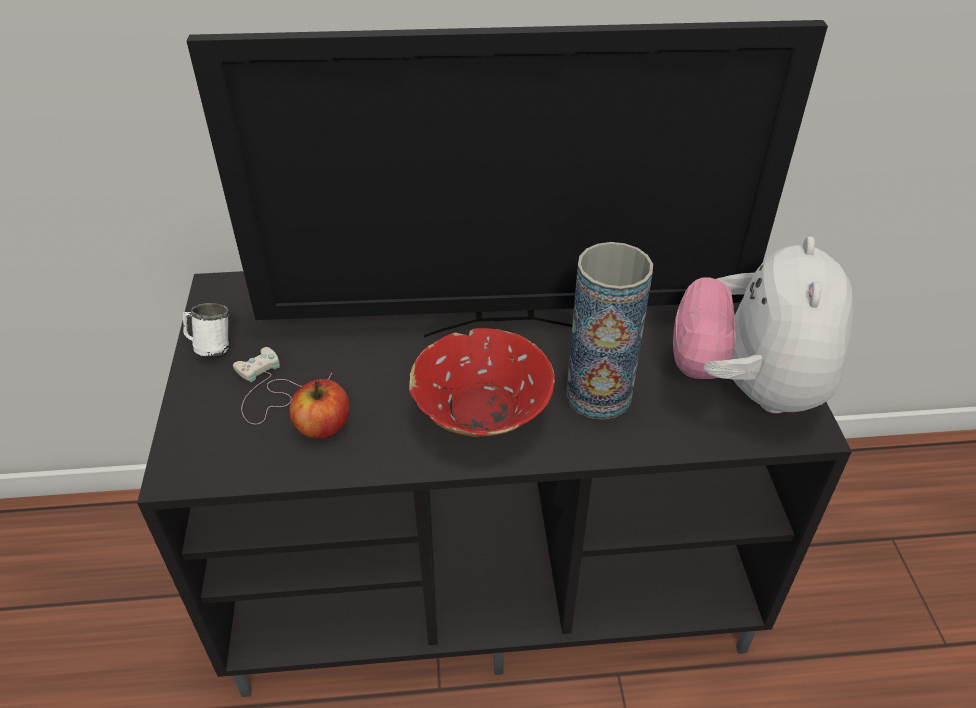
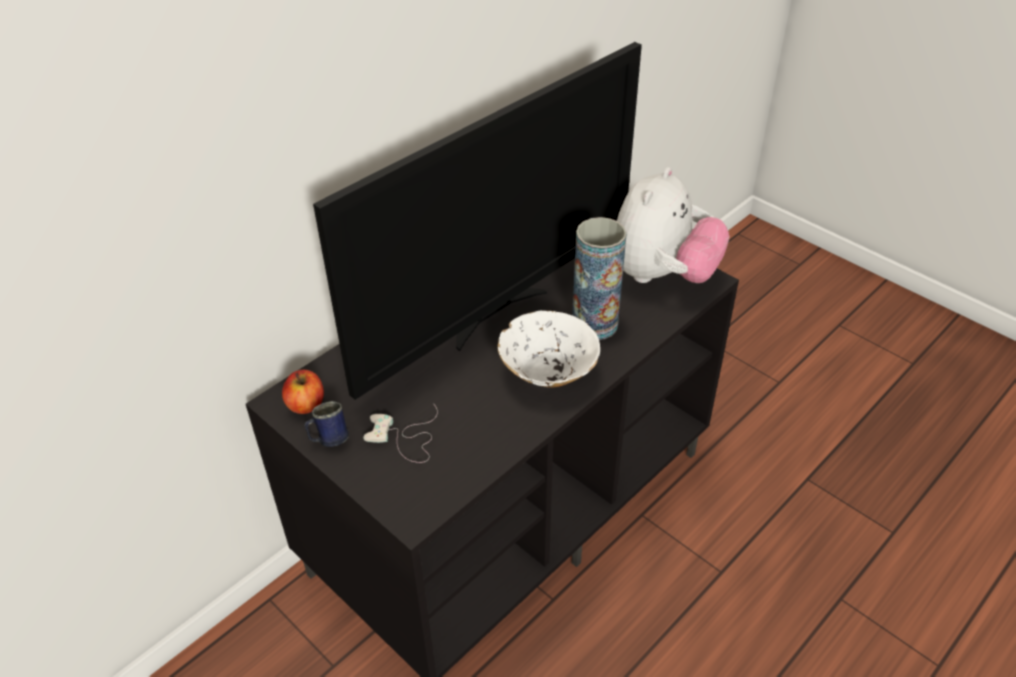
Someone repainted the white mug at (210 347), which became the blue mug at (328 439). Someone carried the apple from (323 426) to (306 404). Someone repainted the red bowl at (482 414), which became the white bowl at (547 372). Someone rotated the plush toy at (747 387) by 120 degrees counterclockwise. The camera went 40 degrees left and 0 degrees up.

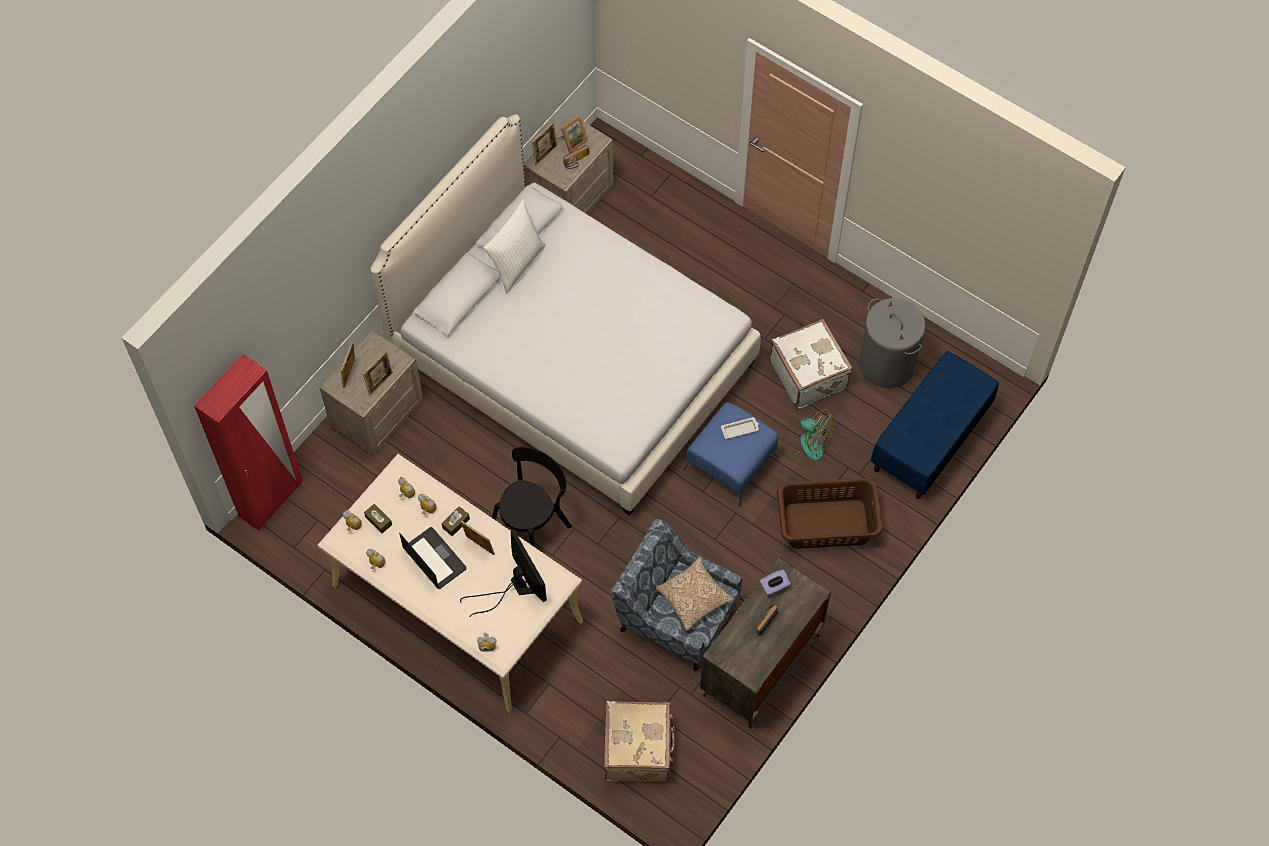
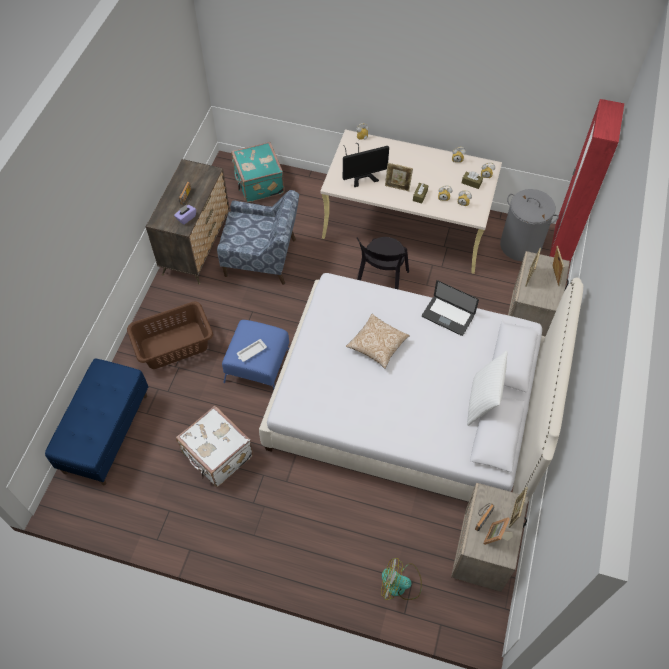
Someone carried the laptop from (434 559) to (447 316). Someone rotated the monitor at (515 586) by 60 degrees counterclockwise. Someone repainted the beige suitcase at (639 749), which became the turquoise suitcase at (258 184). Someone carried the pillow from (693 598) to (377 345). Someone carried the fan from (805 442) to (400 584). Someone carried the grey laundry basket from (886 364) to (520 245). The camera went 160 degrees right and 5 degrees down.

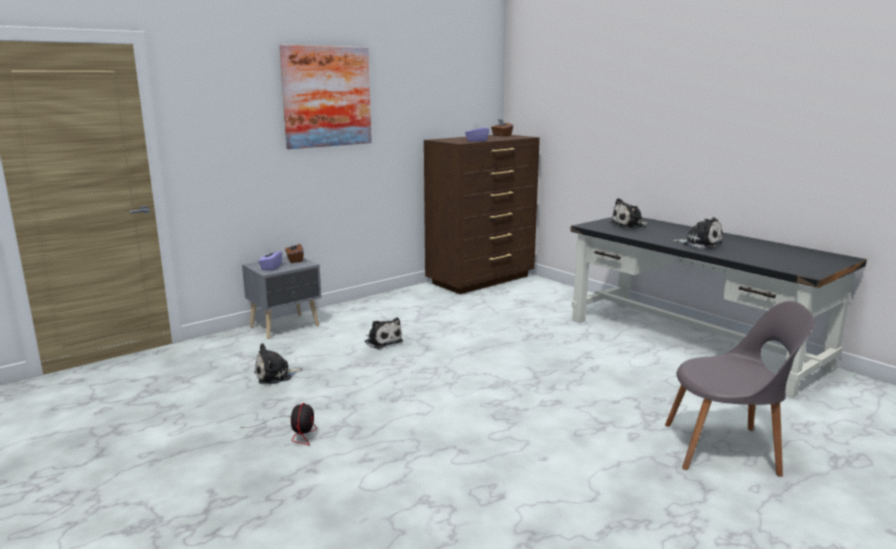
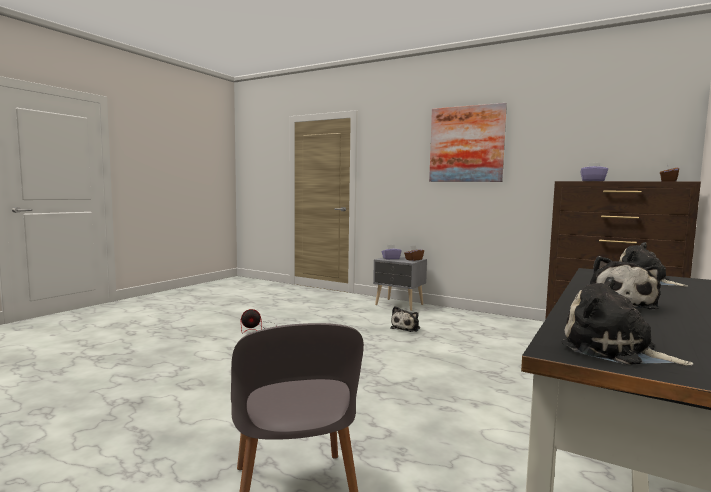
Someone carried the plush toy from (275 376) to (614 350). The camera went 70 degrees right and 10 degrees down.

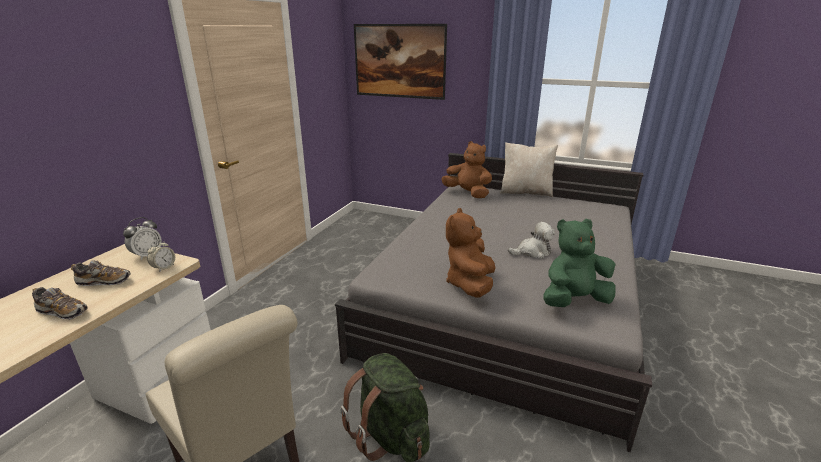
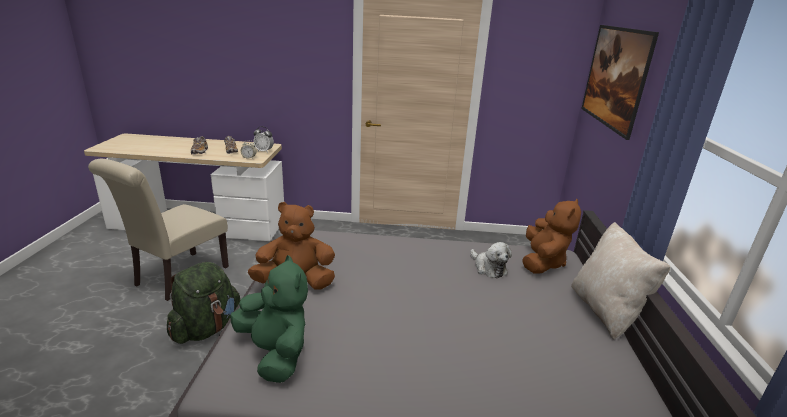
Someone carried the plush toy from (532 252) to (488 268). The camera went 70 degrees right and 0 degrees up.

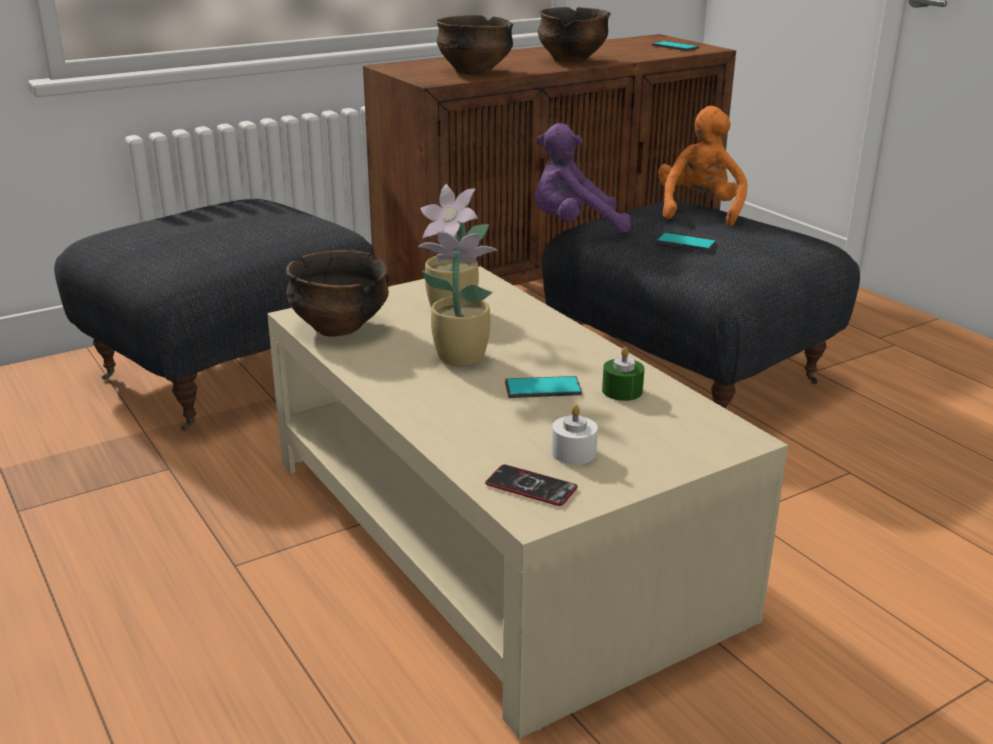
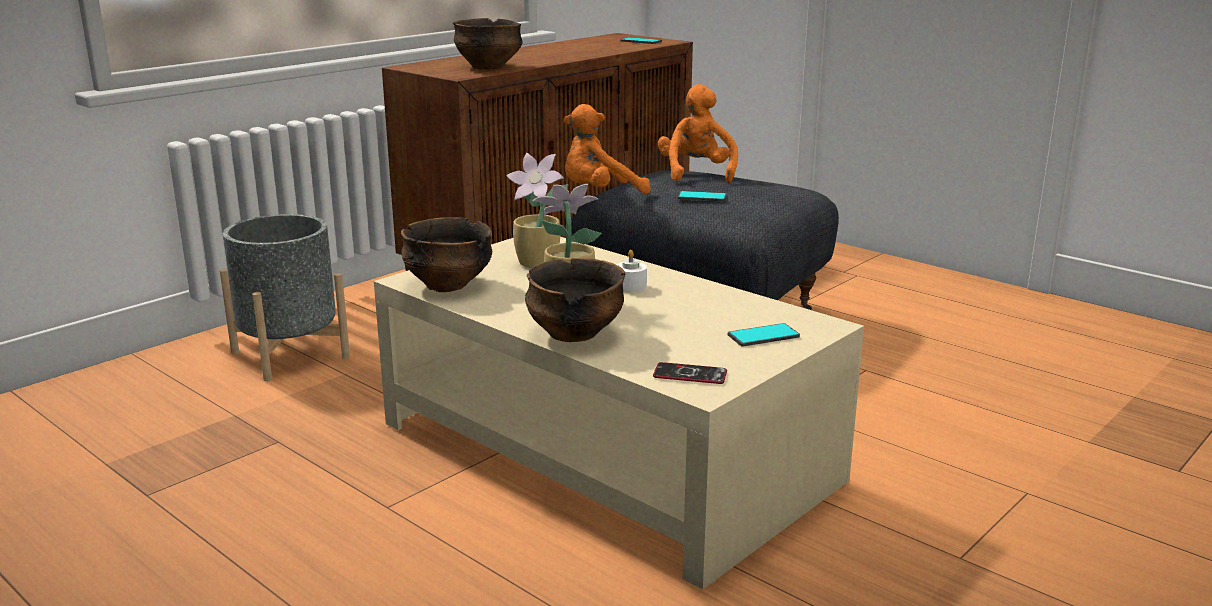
Someone swapped the grey ottoman at (231 368) for the grey planter at (290 355). Someone carried the phone from (543 388) to (763 336). Someone repainted the purple plush toy at (574 227), which became the orange plush toy at (600 194). Someone carried the bowl from (571 60) to (574 334). Someone carried the white candle from (573 452) to (630 286). Someone took away the green candle at (622 391). The camera went 15 degrees left and 5 degrees down.

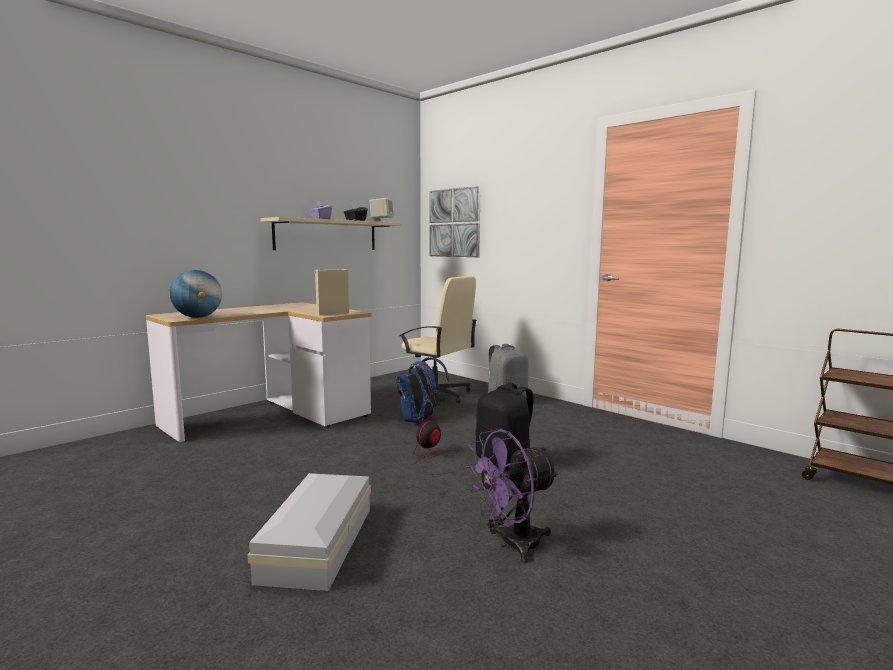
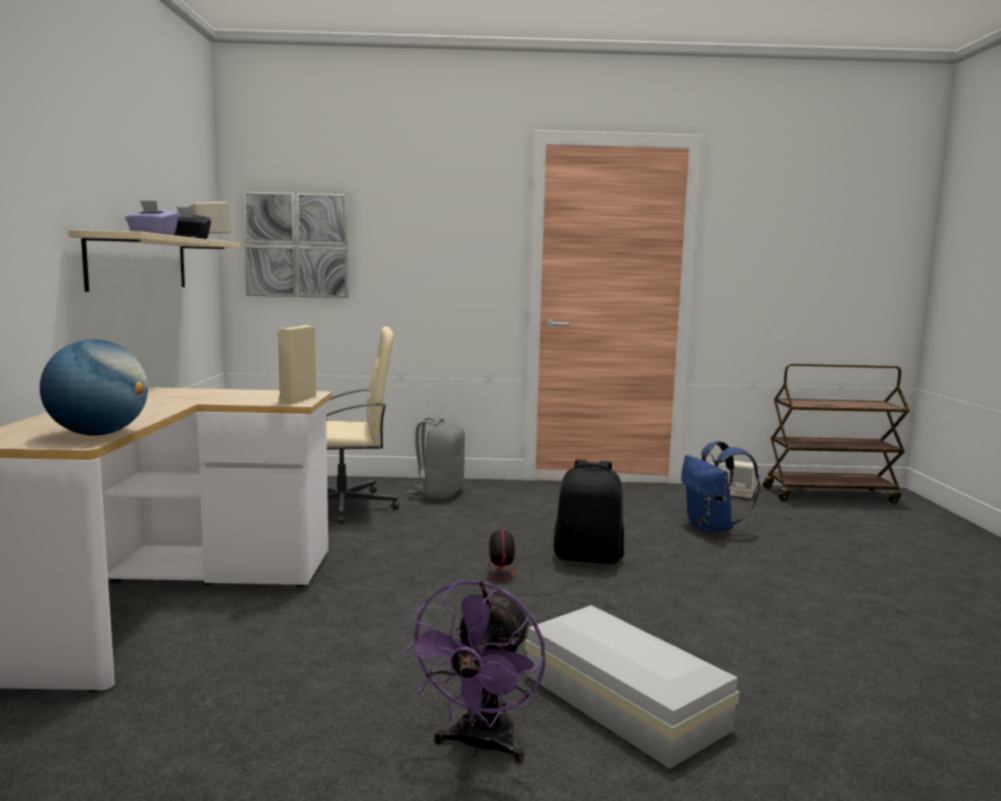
Someone carried the blue backpack from (420 421) to (712 528). Someone carried the purple fan from (511 544) to (480 746). Someone put down the beige speaker at (741 494). The camera went 45 degrees left and 0 degrees up.

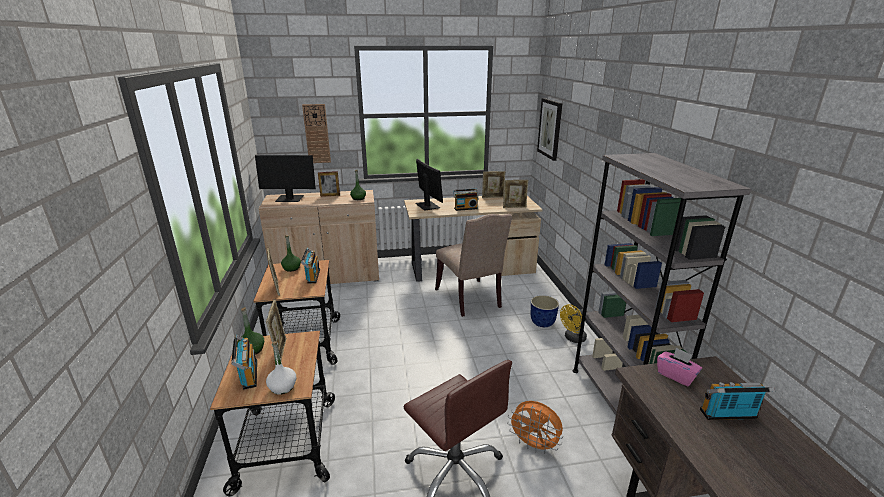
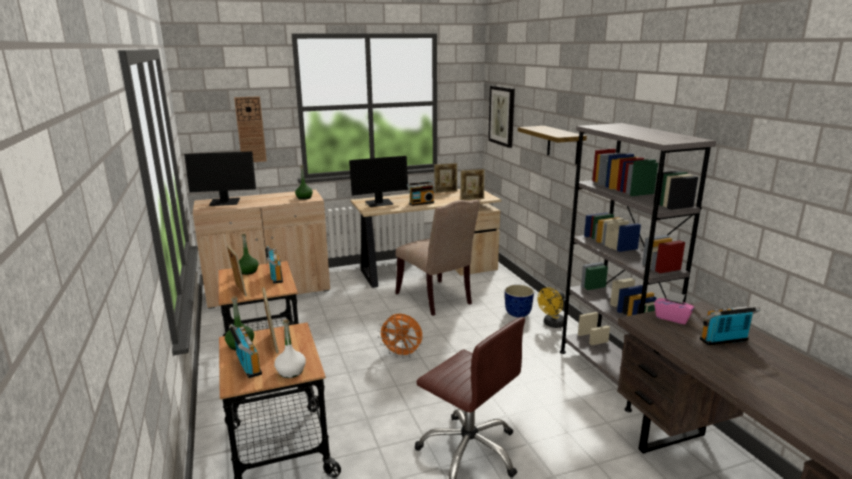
Someone took away the picture frame at (330 195). Someone rotated the monitor at (427 206) by 105 degrees clockwise. Someone carried the orange fan from (534 445) to (402 354). Someone put up the shelf at (563 145). The camera went 10 degrees left and 5 degrees down.

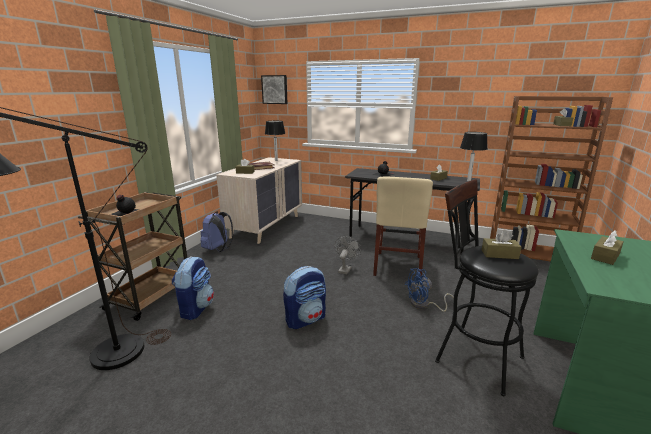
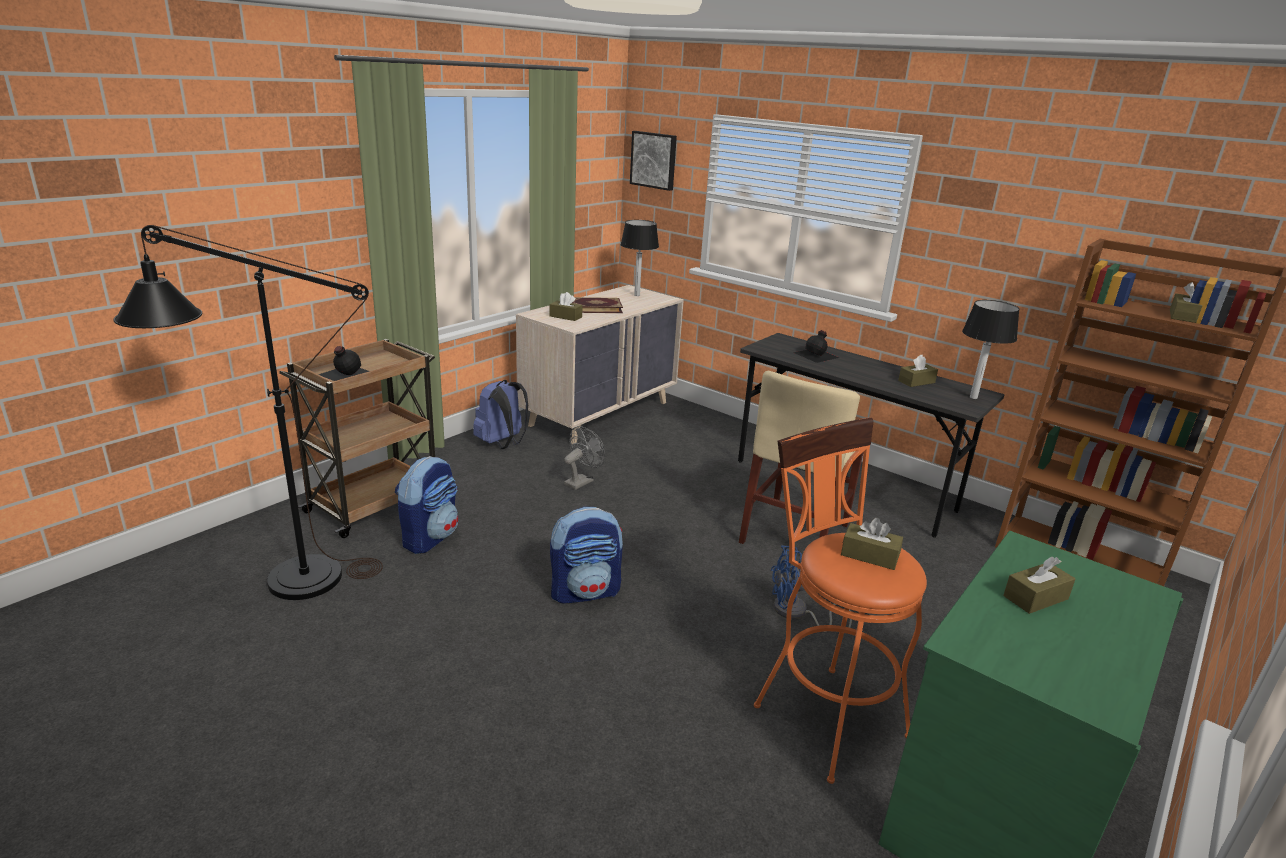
Someone carried the grey fan from (345 269) to (581 481). Someone repainted the black stool at (471 355), which became the orange stool at (821 712). The camera went 15 degrees right and 5 degrees up.

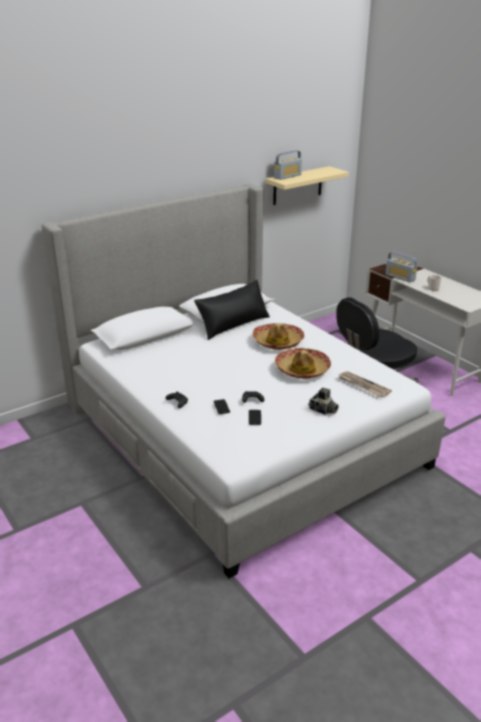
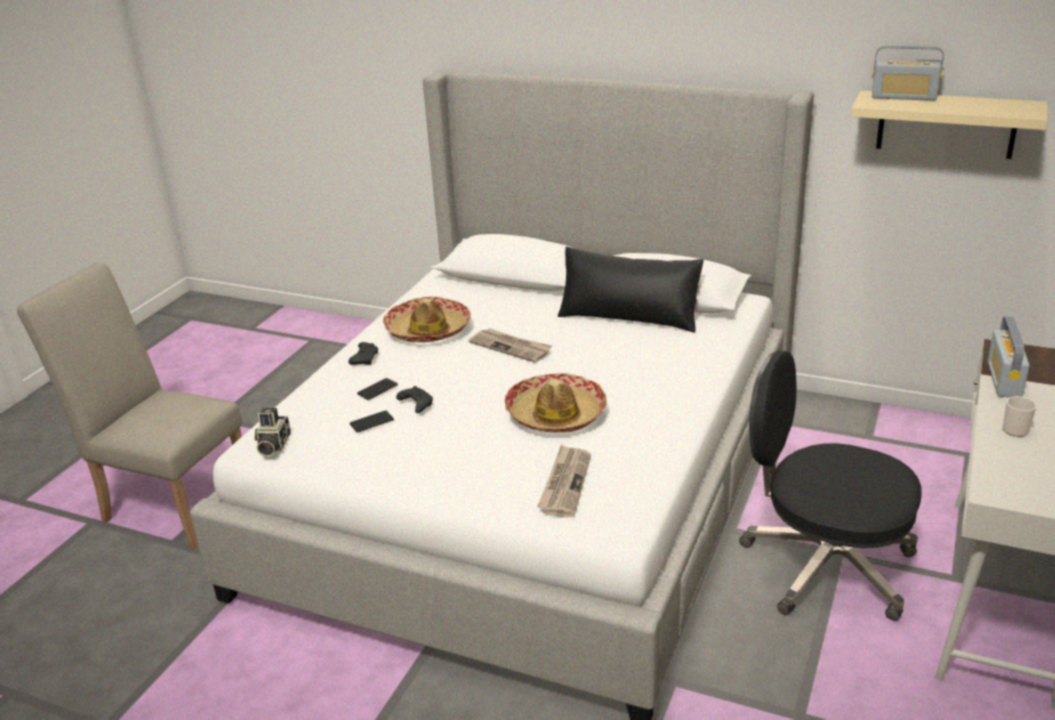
Someone carried the hat from (278 342) to (428 330). Someone carried the photo camera from (323 410) to (272 445). Someone put down the beige chair at (171 503). Someone put down the newspaper at (511 347). The camera went 60 degrees right and 0 degrees up.

